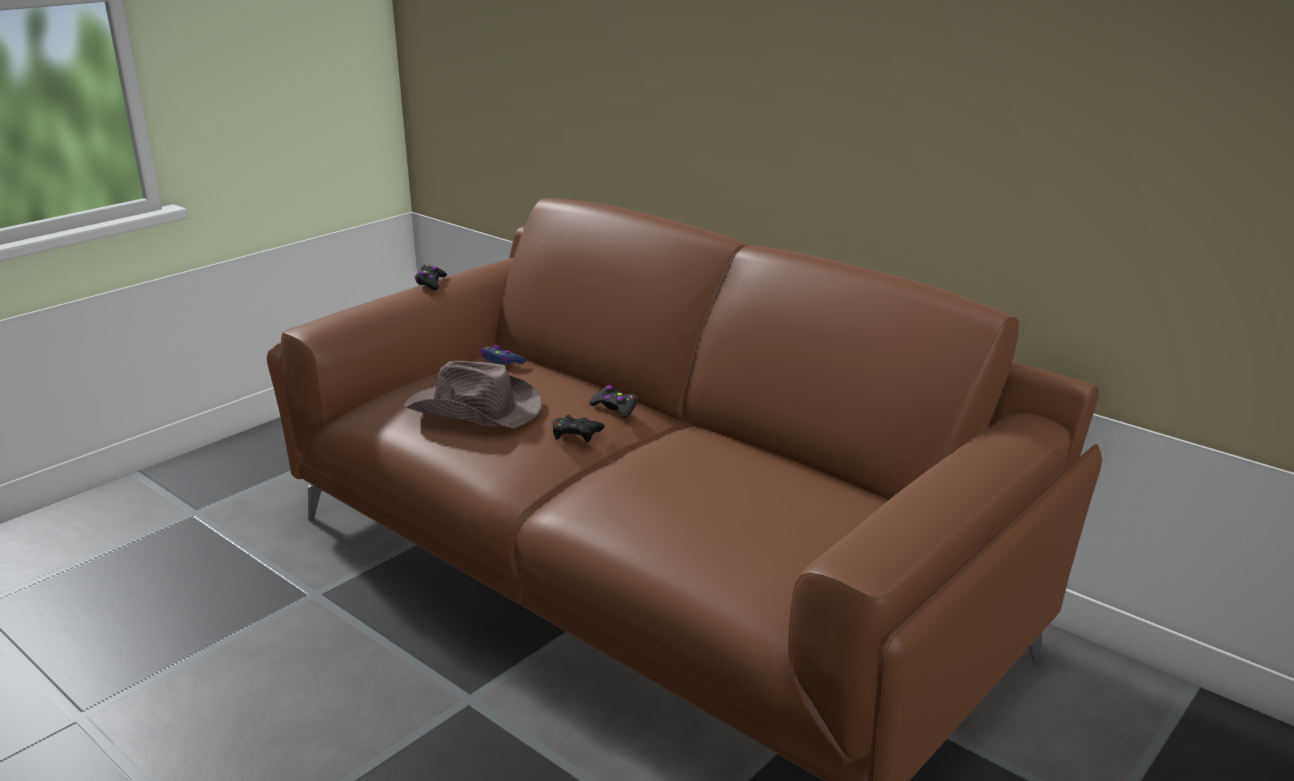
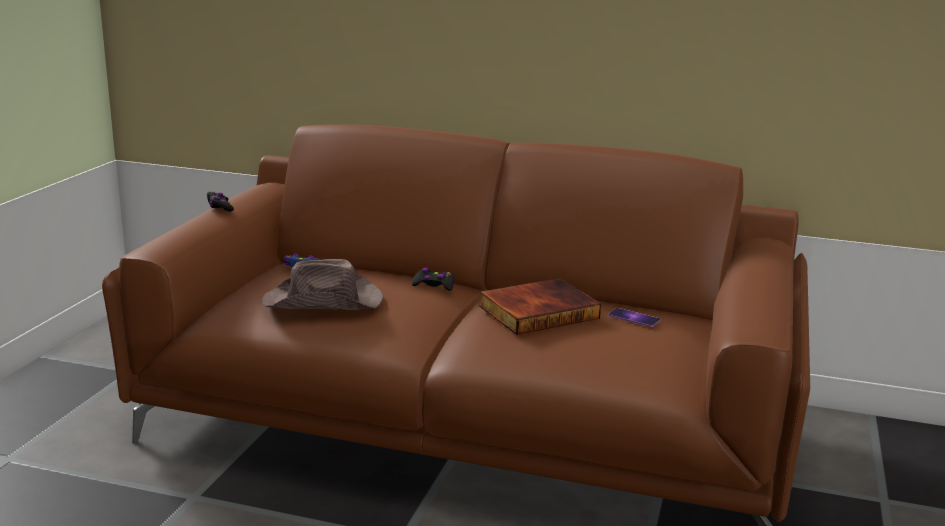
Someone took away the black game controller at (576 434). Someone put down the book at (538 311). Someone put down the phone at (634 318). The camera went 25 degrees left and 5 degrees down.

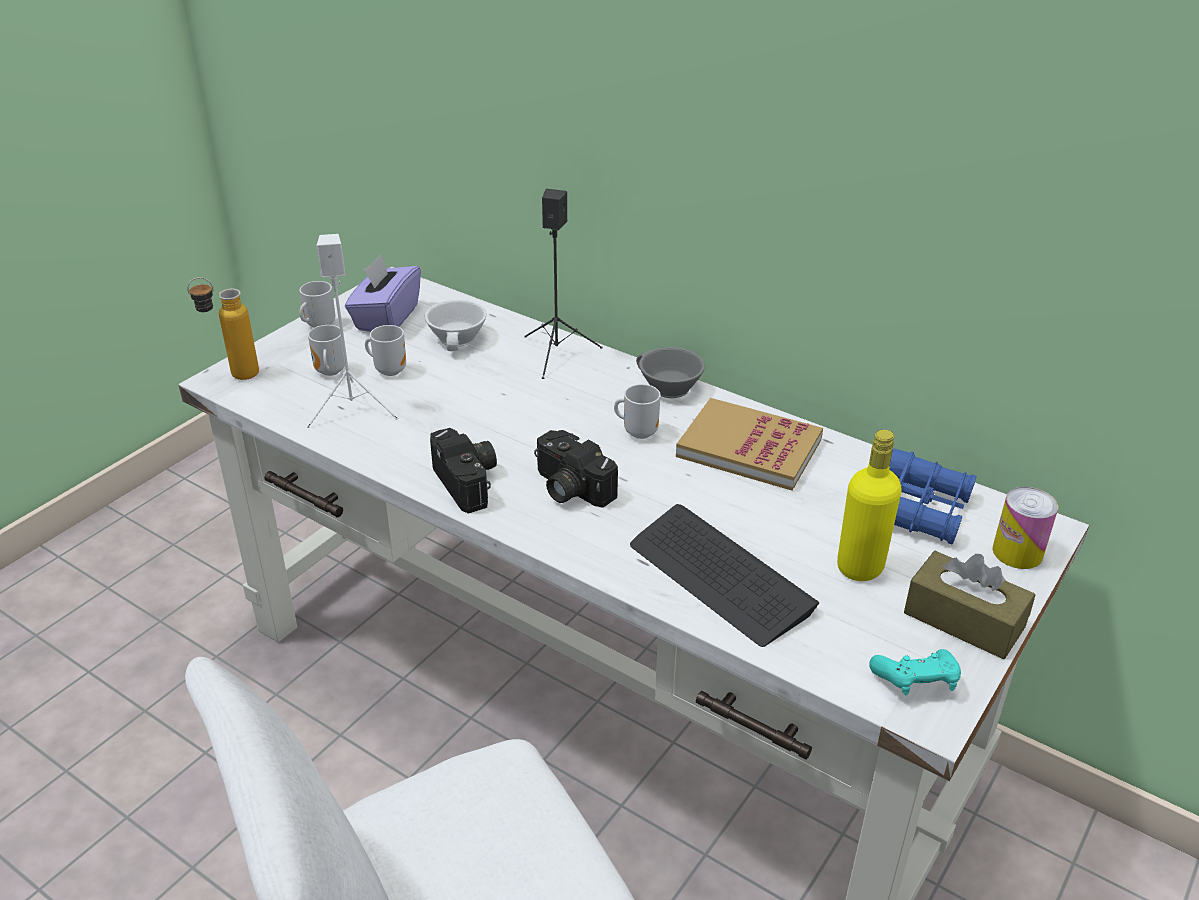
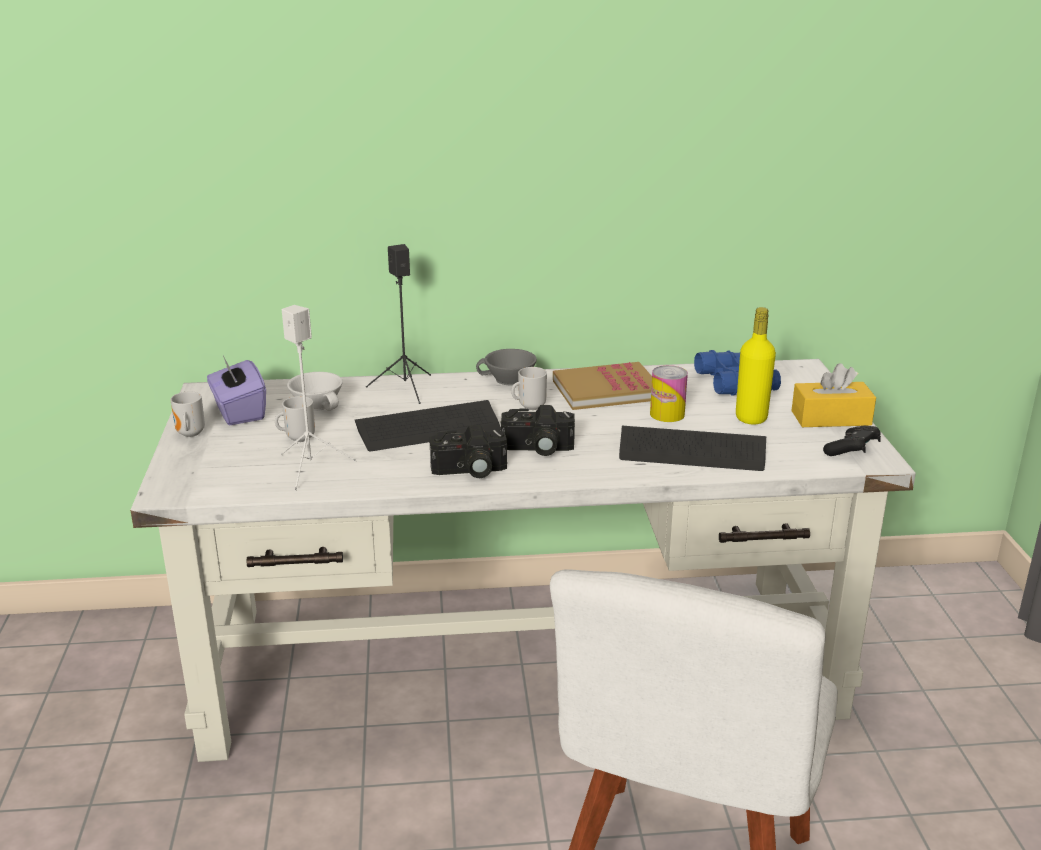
Someone took away the bottle at (233 375). Someone took away the mug at (328 372). Someone rotated the photo camera at (470 482) by 150 degrees clockwise. Someone repainted the turquoise game controller at (915 683), which became the black game controller at (852 451). Someone repainted the brown tissue box at (964 620), which became the yellow tissue box at (831 418). Someone carried the can from (1017 552) to (667 414). Someone put down the keyboard at (428 429). The camera went 40 degrees left and 10 degrees down.

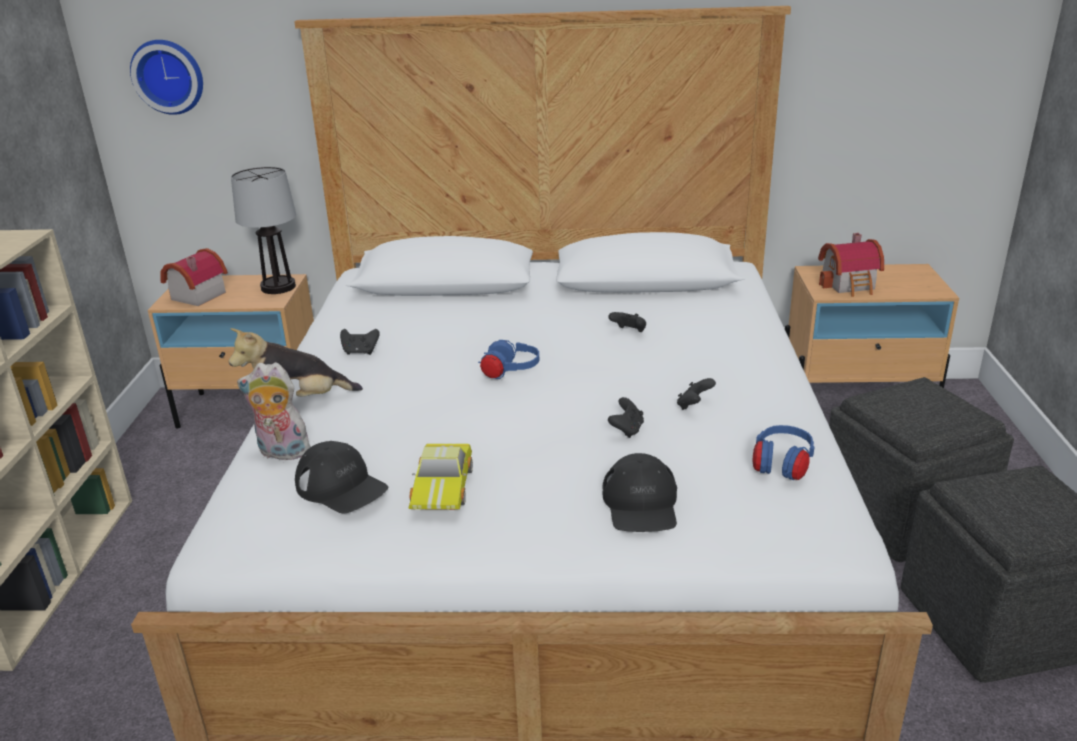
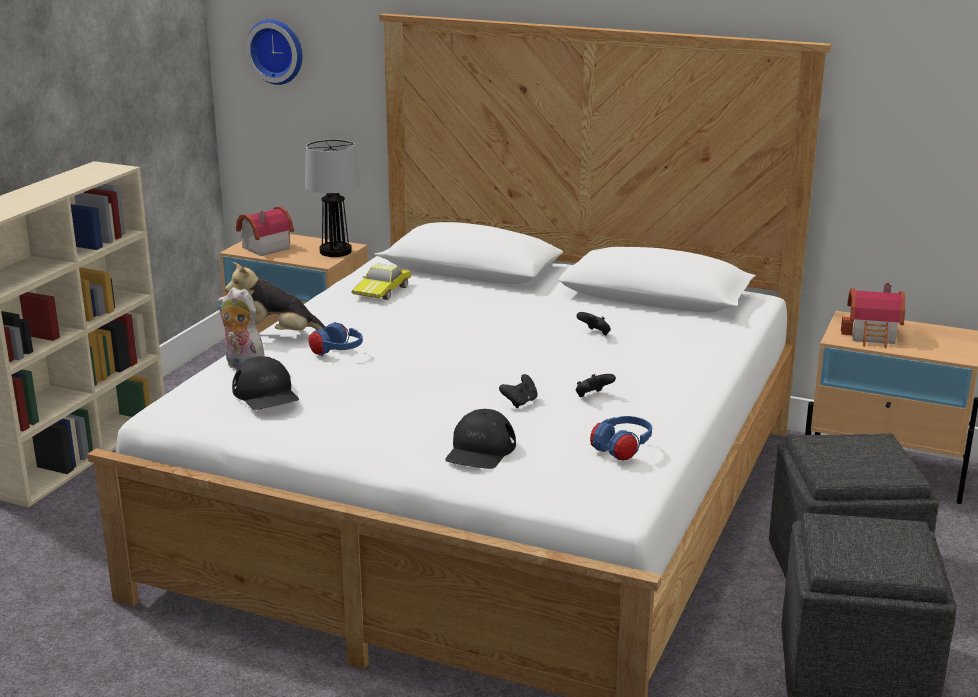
Someone took away the black game controller at (360 352). Someone carried the toy car from (444 486) to (383 291). Someone carried the blue headphones from (510 373) to (337 353). The camera went 20 degrees right and 5 degrees down.

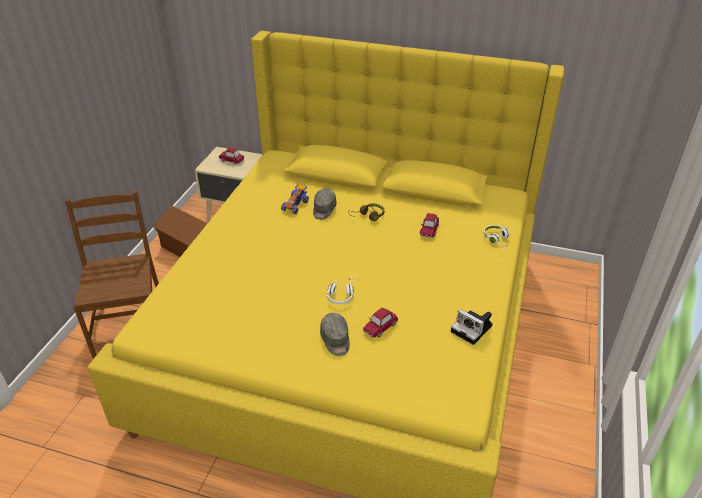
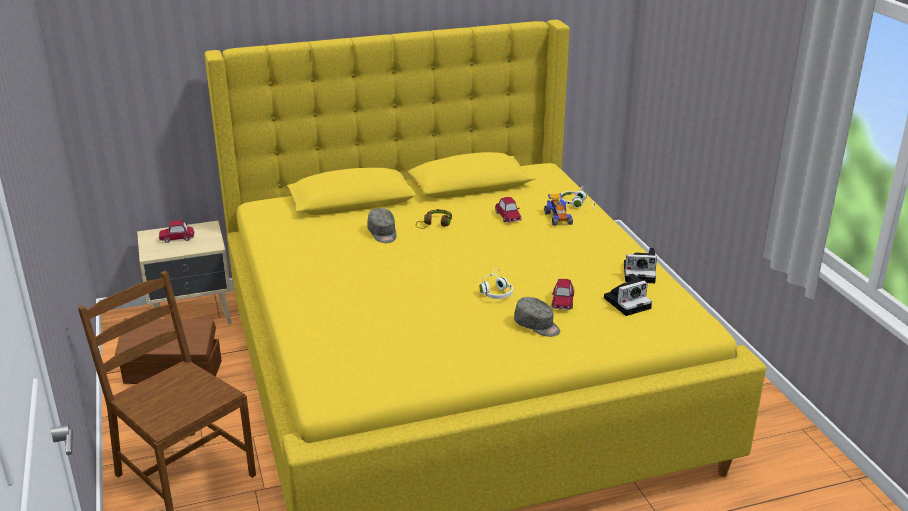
Someone carried the toy car from (295 205) to (557 218). Someone put down the photo camera at (628 302). The camera went 35 degrees left and 10 degrees down.

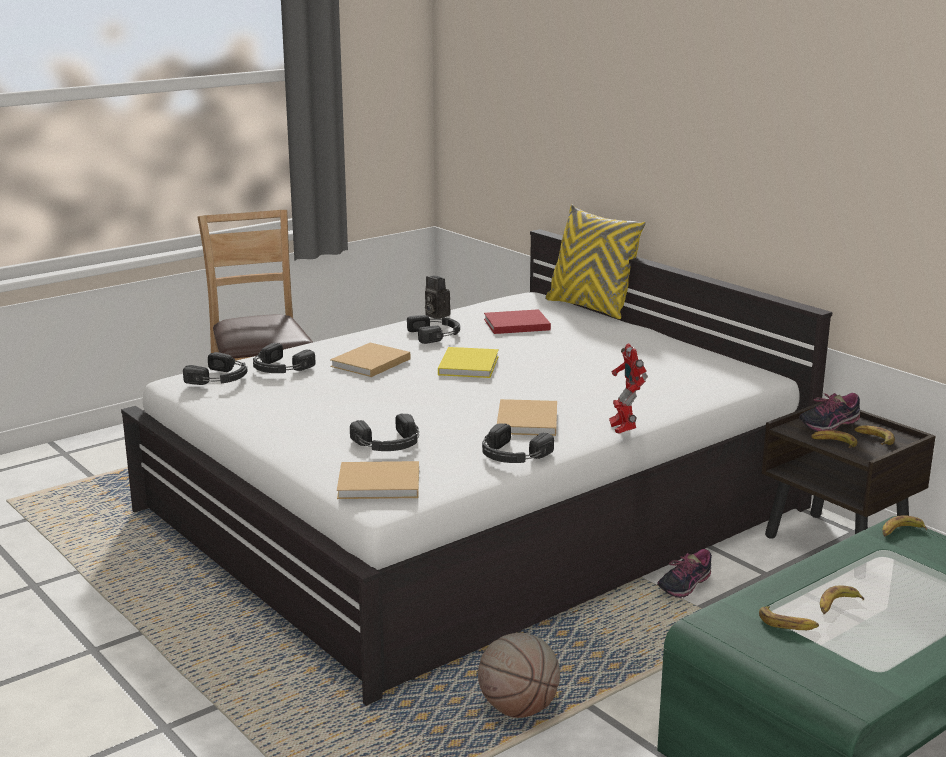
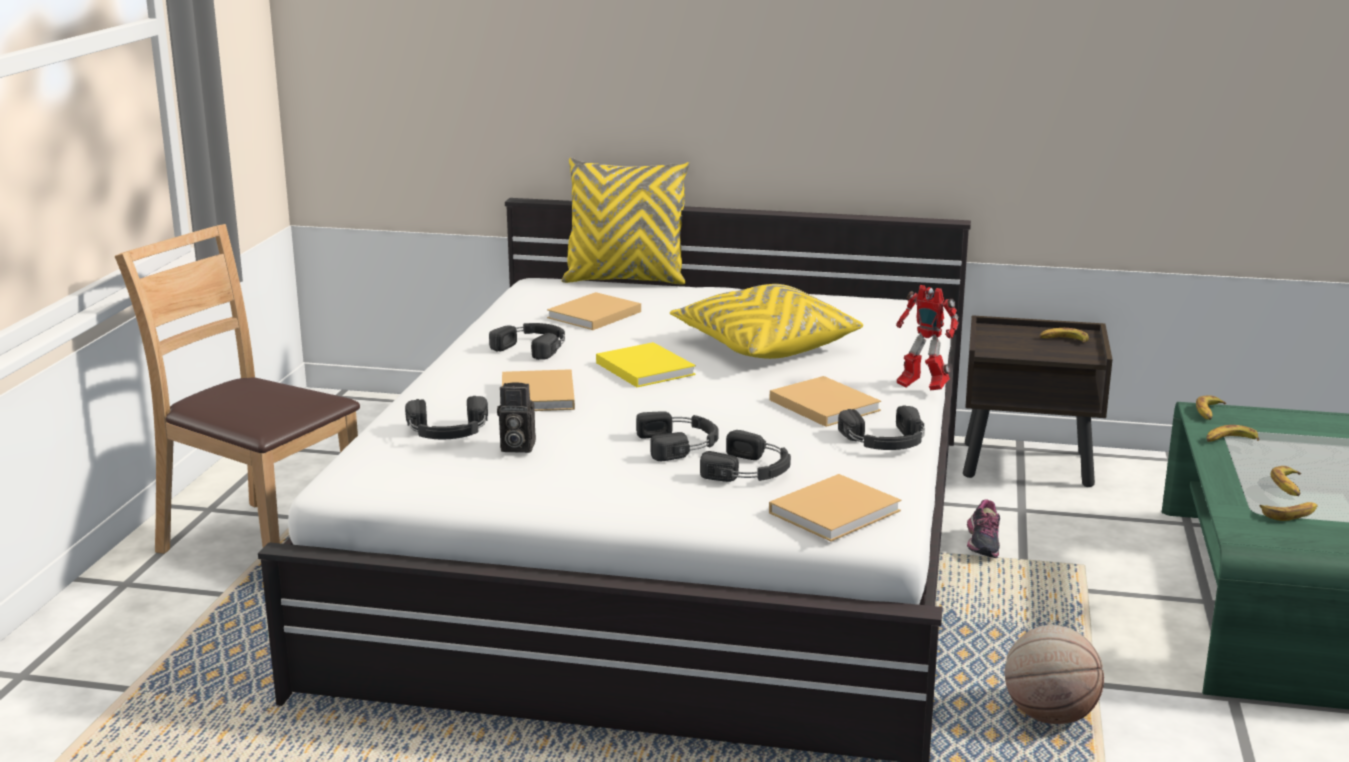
Someone carried the black headphones from (220 378) to (680 444). Someone carried the photo camera from (435 315) to (515 447). Someone repainted the red book at (514 324), which became the beige book at (592 315). Someone took away the shoe at (828 426). Someone carried the banana from (833 443) to (1230 441). Someone put down the yellow pillow at (764 345). The camera went 40 degrees left and 0 degrees up.

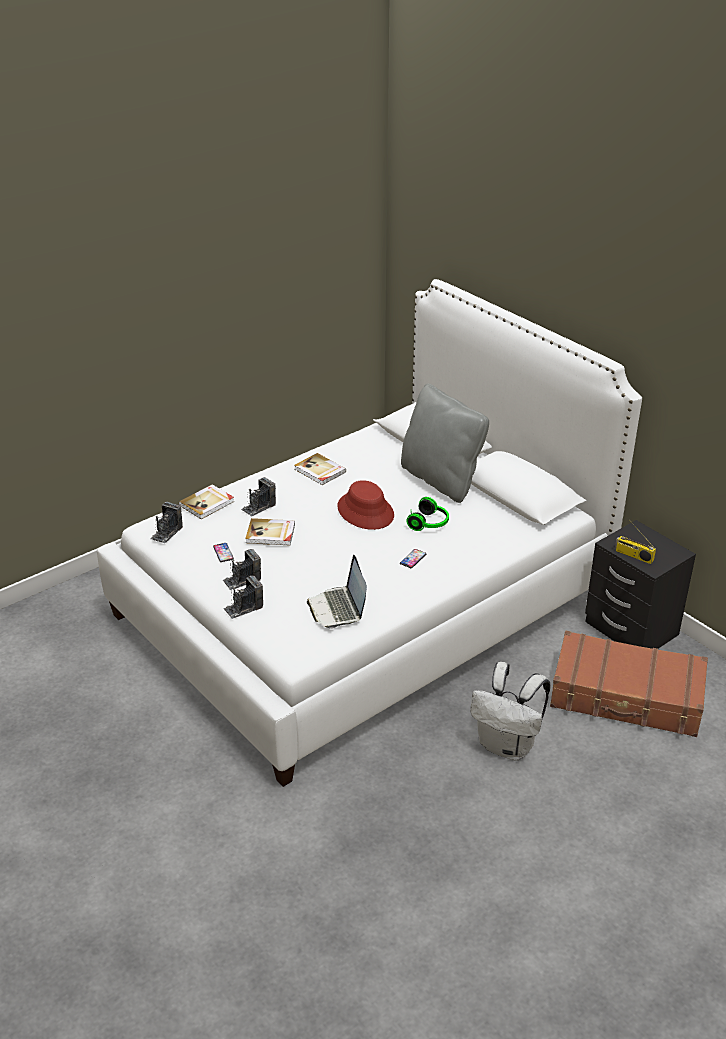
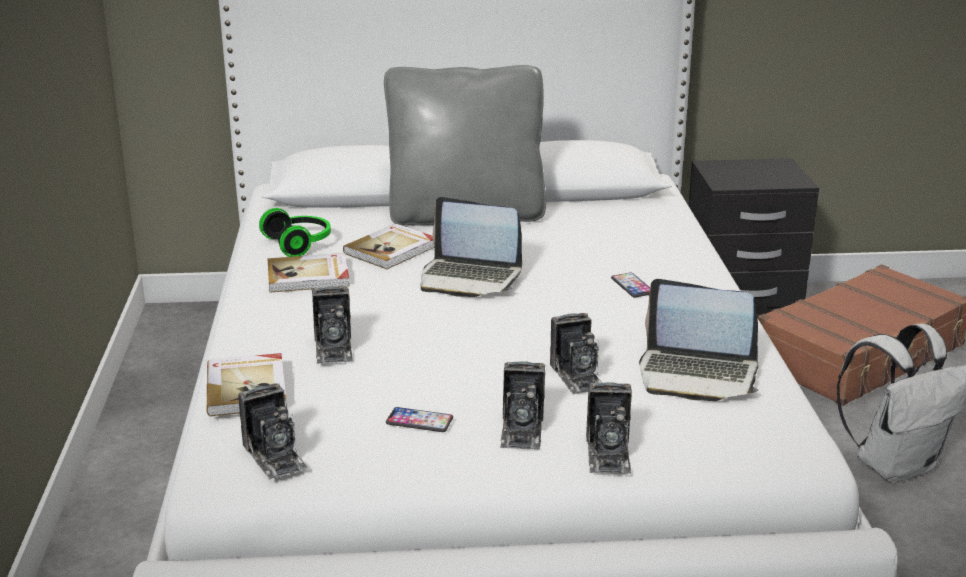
Someone carried the book from (271 534) to (392 249). Someone swapped the red hat at (365 511) for the laptop at (469 278). Someone carried the headphones from (430 523) to (300 244). Someone took away the radio at (633 555). Someone put down the photo camera at (577 376). The camera went 55 degrees left and 10 degrees down.

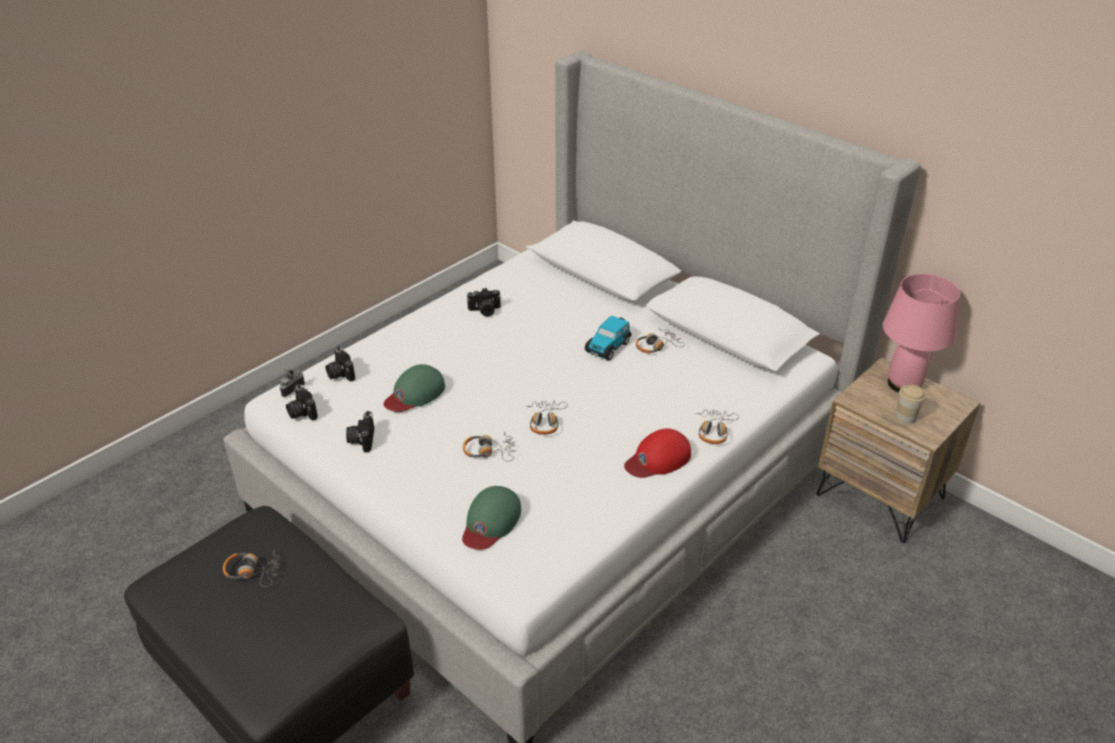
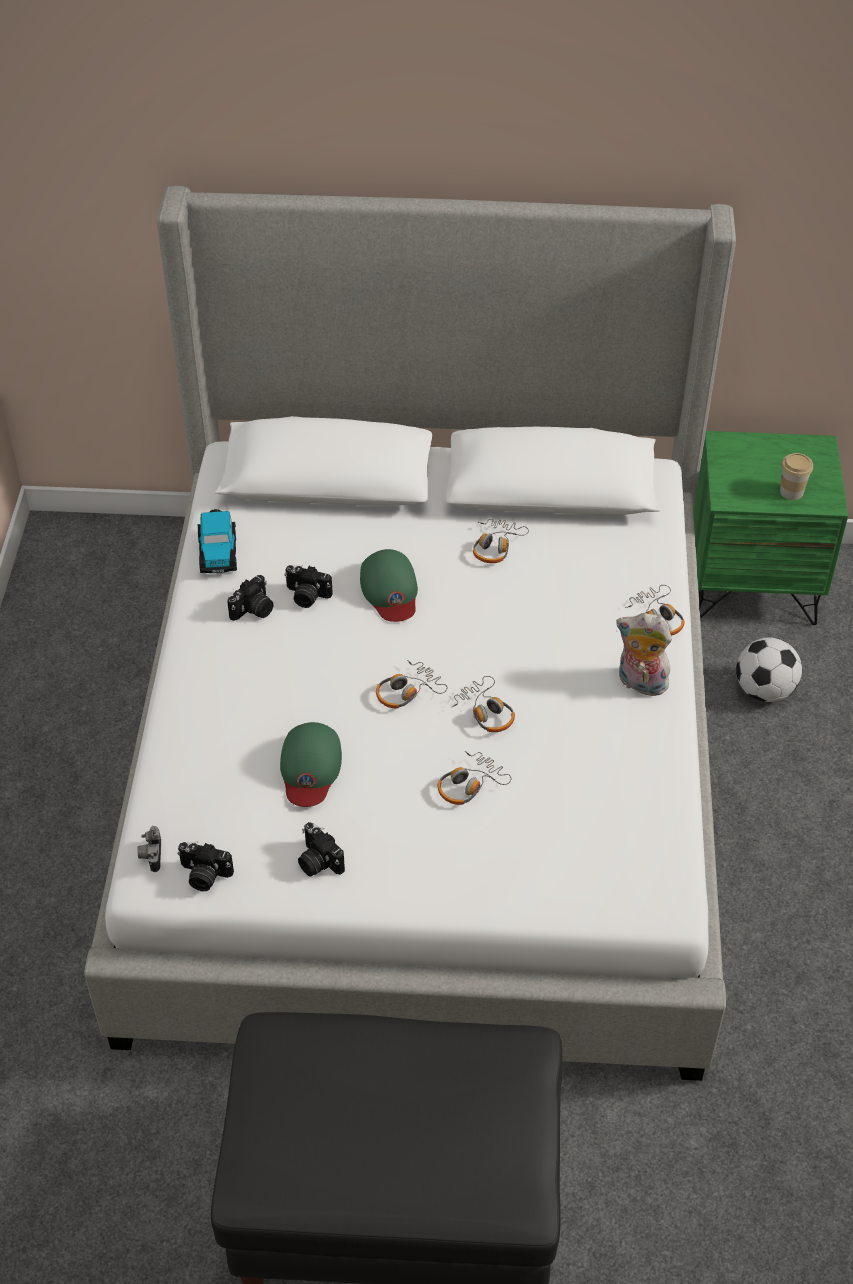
Someone carried the headphones from (252 572) to (408 691). Someone carried the photo camera from (340 373) to (306 596). Someone carried the green cap from (491 521) to (390 590). Someone carried the toy car from (608 346) to (218 553). Someone swapped the red cap at (658 459) for the plush toy at (640 684). Someone repainted the brown nightstand at (880 496), which became the green nightstand at (752 584). Someone took away the pink table lamp at (905 384). Someone put down the football at (764 690). The camera went 40 degrees left and 10 degrees up.

